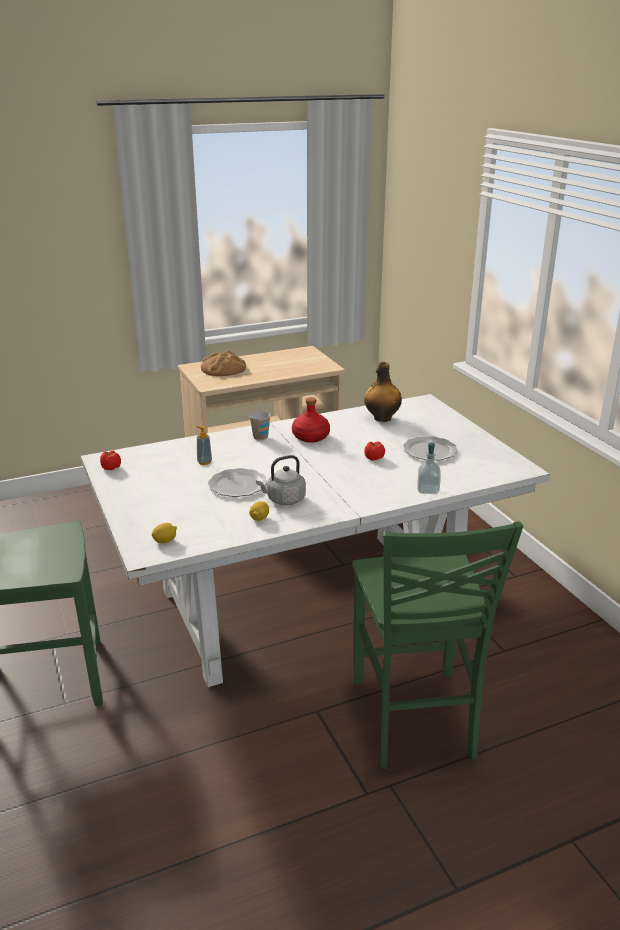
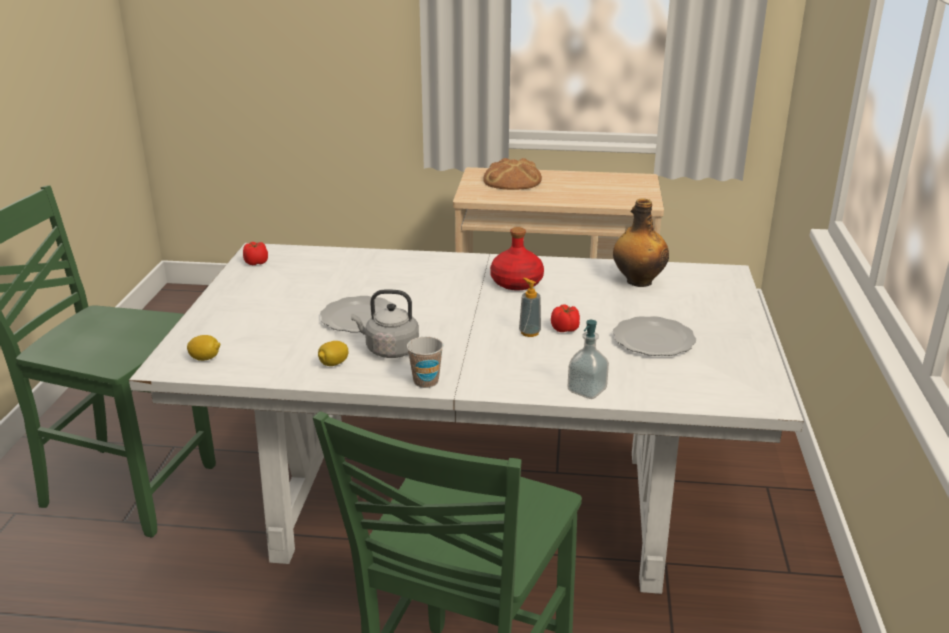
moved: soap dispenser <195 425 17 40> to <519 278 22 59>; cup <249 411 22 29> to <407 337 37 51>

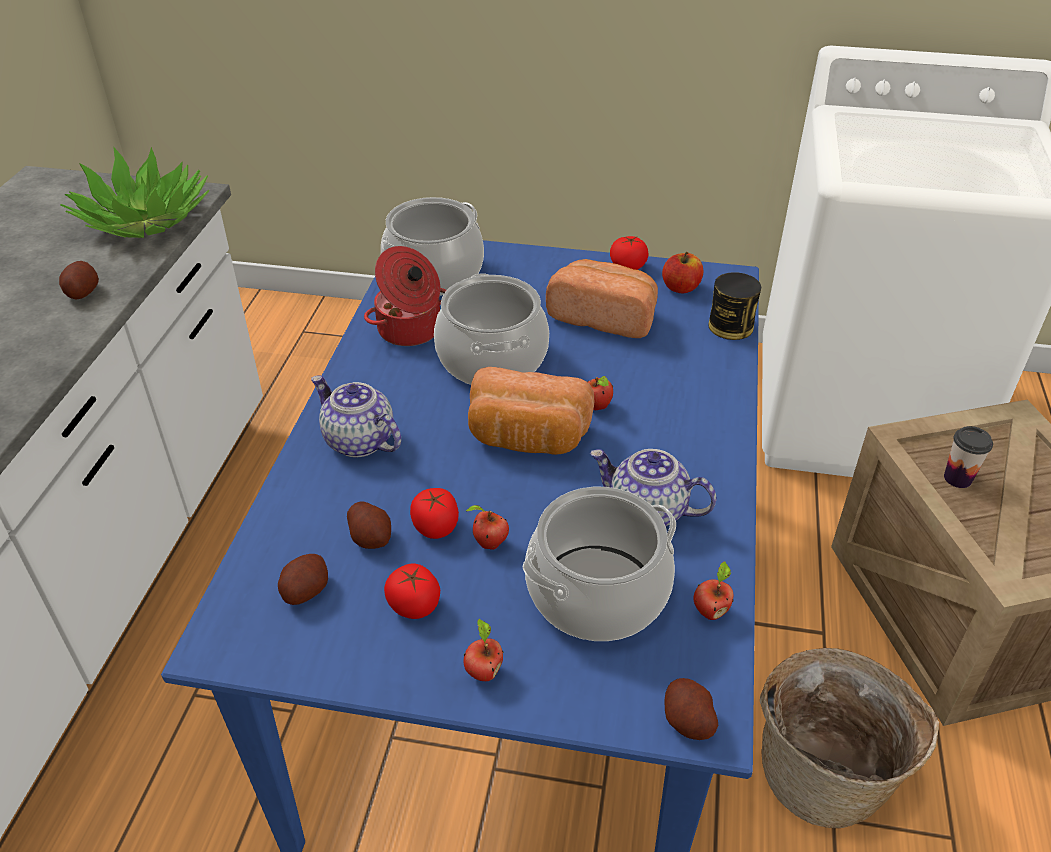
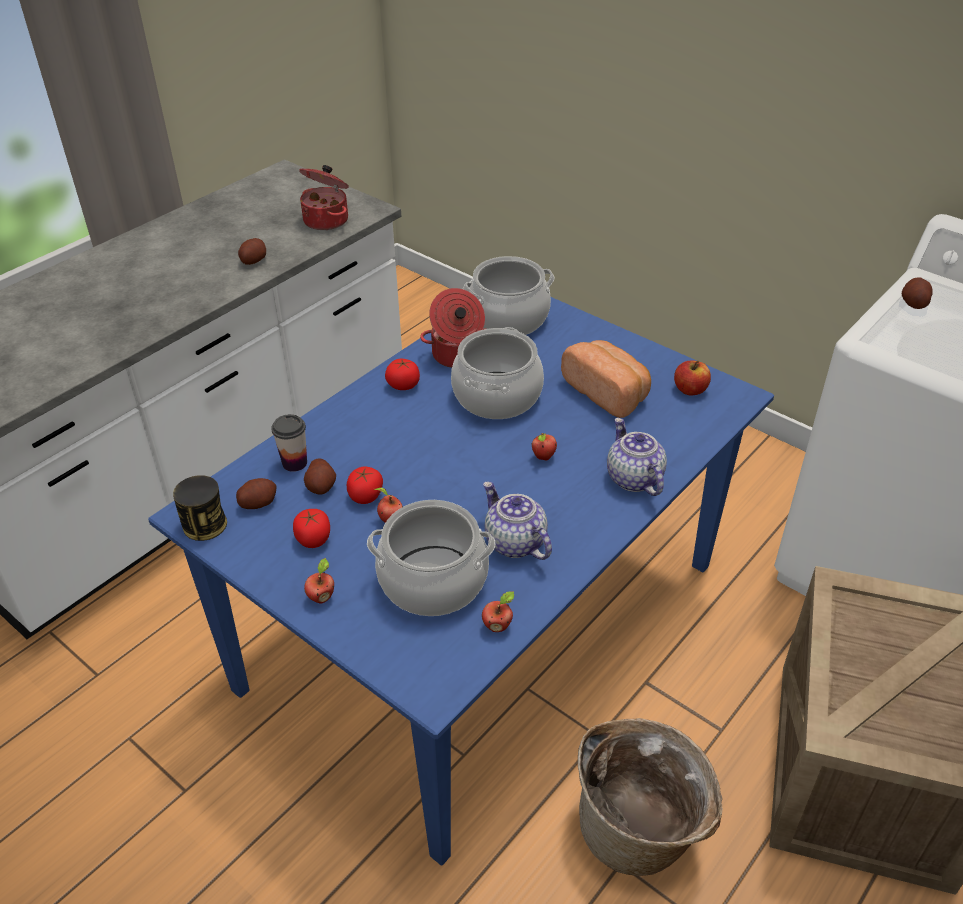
removed: bread <468 367 126 88>
moved: teapot <311 375 90 82> to <607 418 60 78>; tomato <610 236 39 34> to <385 359 35 31>; potato <664 678 54 62> to <902 277 31 32>; can <708 272 53 68> to <173 475 54 66>; cup <944 426 49 62> to <271 414 36 58>
replaced: potted plant <60 147 150 91> to cooking pot <299 165 50 65>

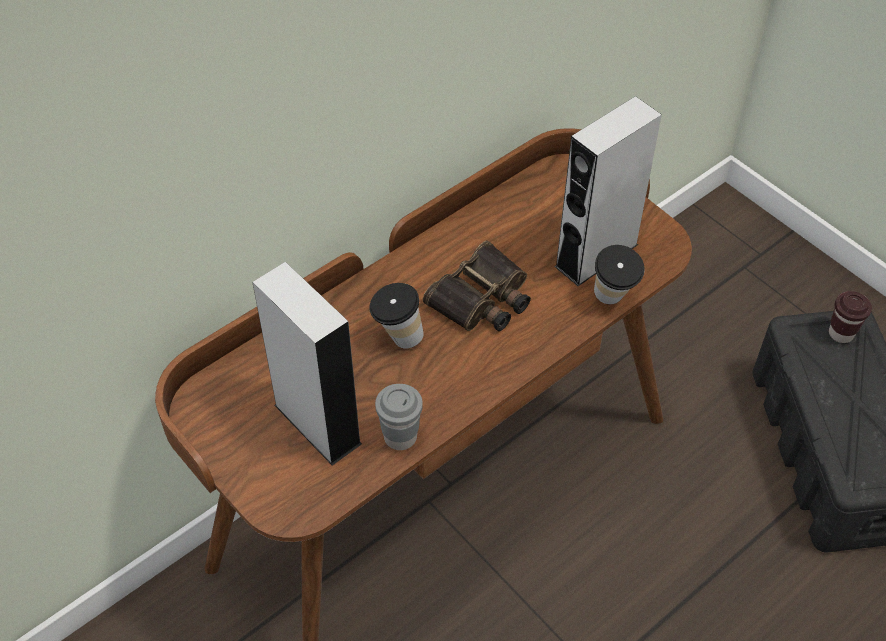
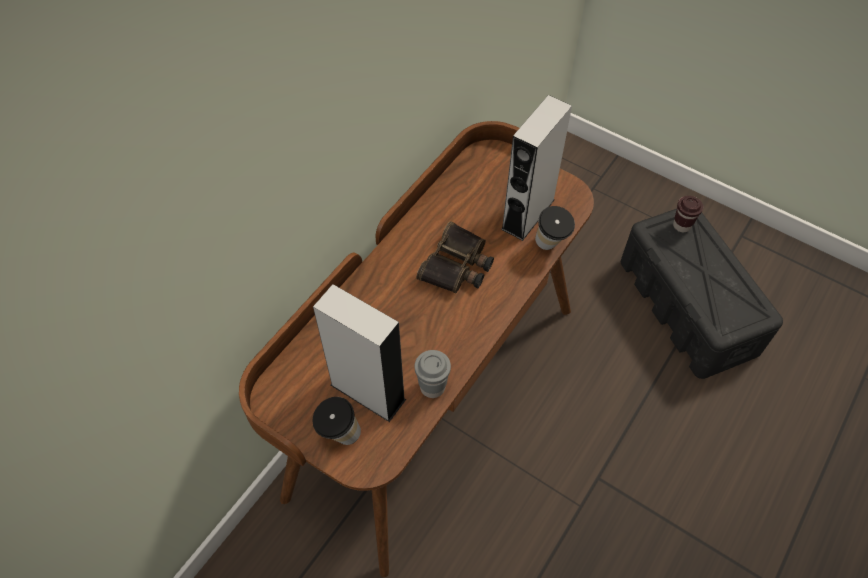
moved: cup <369 283 55 66> to <312 397 49 48>

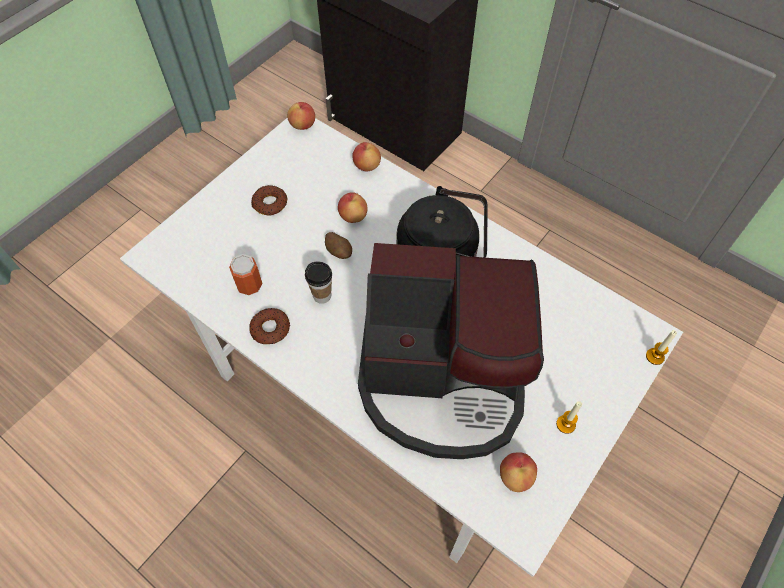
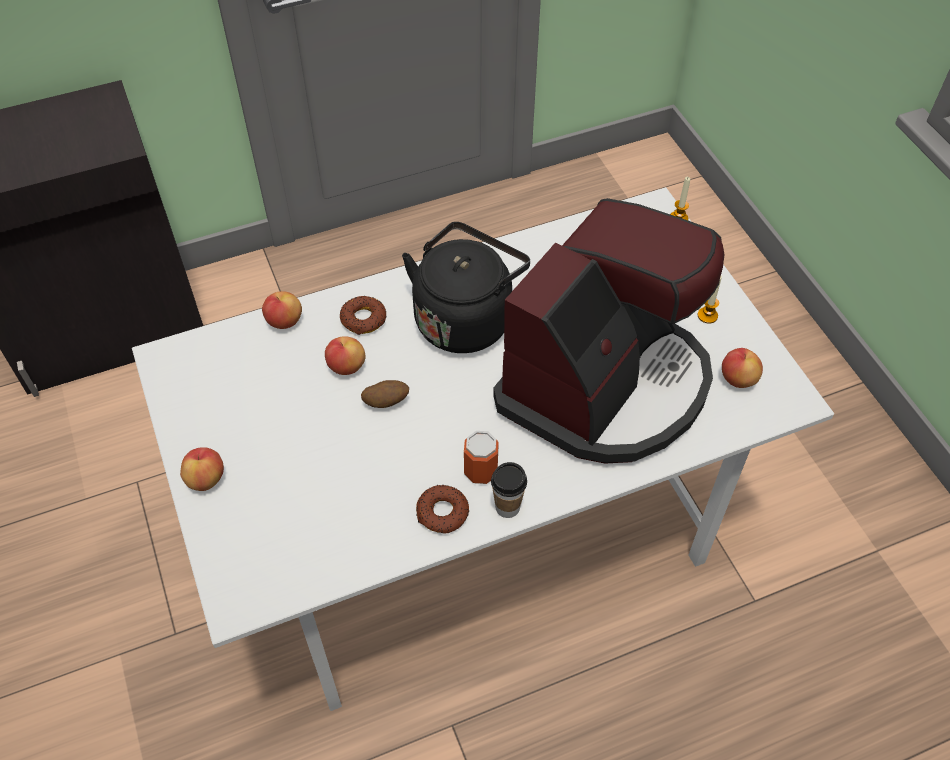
moved: can <229 254 33 41> to <464 431 35 53>; donut <251 185 36 31> to <340 296 46 39>; apple <287 102 28 28> to <180 447 44 44>; cup <305 262 27 42> to <491 462 36 56>

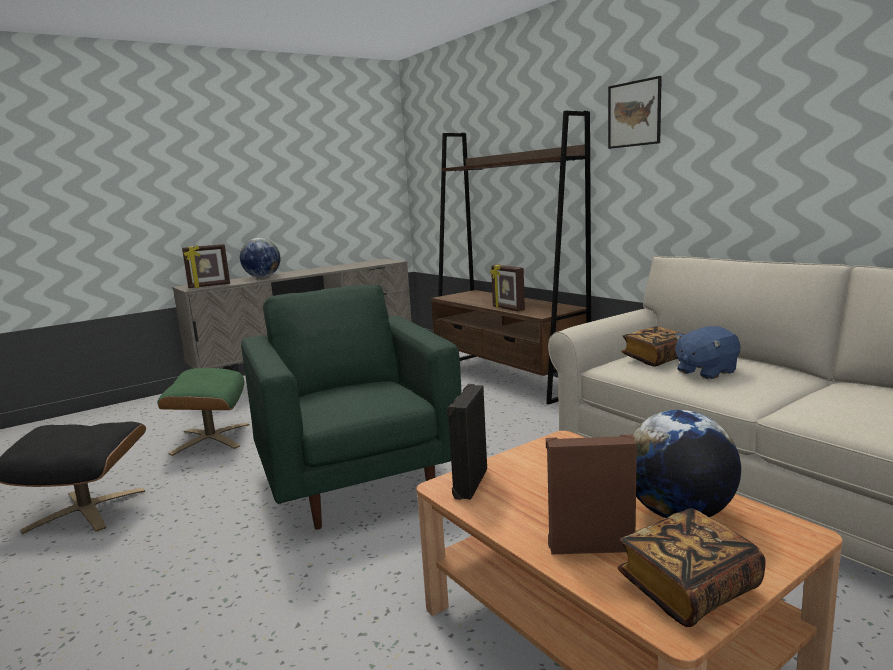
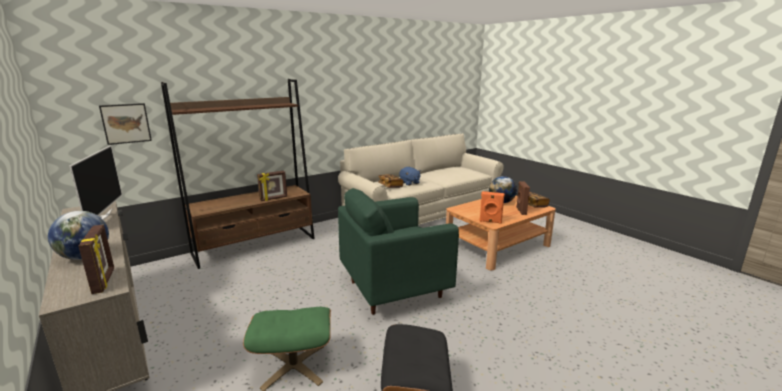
added: television <69 145 53 75>
moved: picture <608 76 54 73> to <99 103 53 42>
recoloured: black speaker <447 384 40 116> to orange speaker <479 191 26 33>

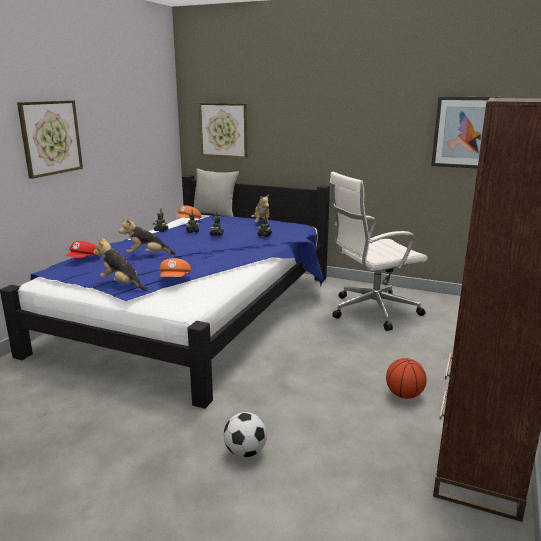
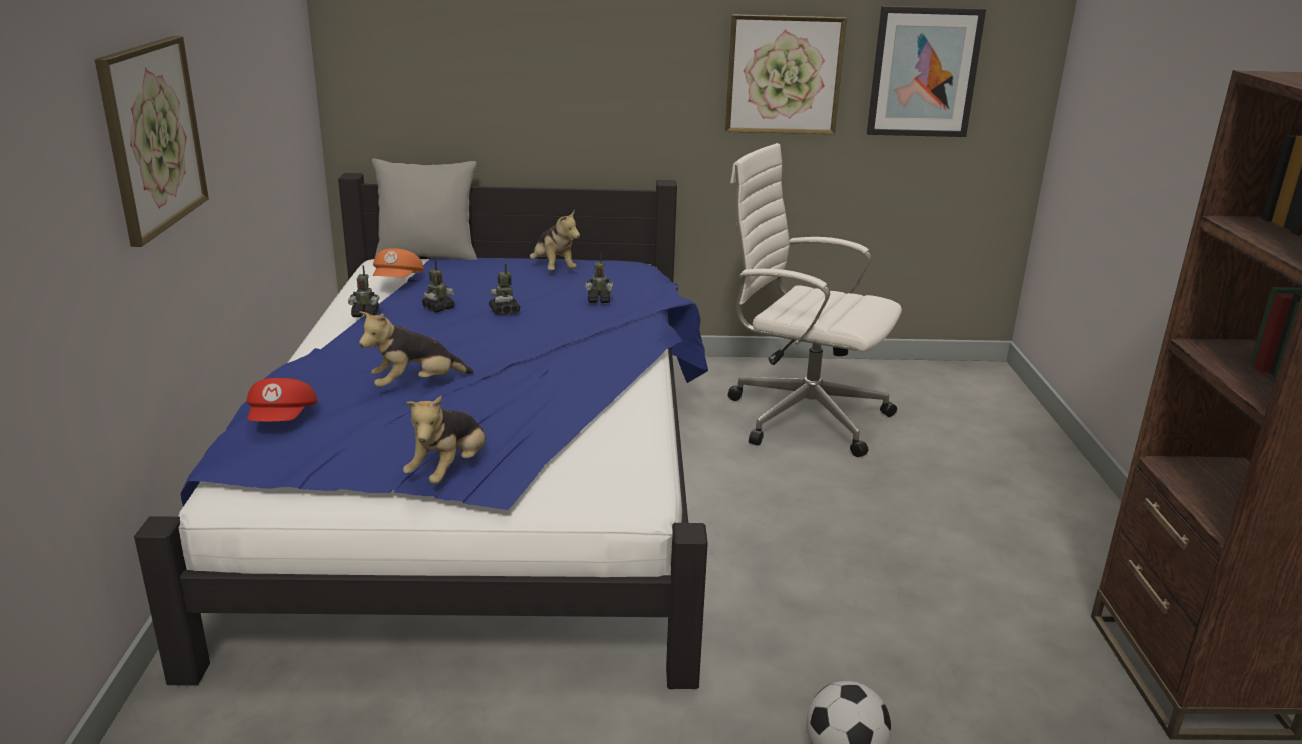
removed: orange cap <159 258 33 19>; basketball <386 358 40 41>
moved: picture <199 103 48 55> to <725 14 122 120>
turned: plush toy <93 237 55 54> = <403 396 83 88> 75 degrees counterclockwise; white office chair <330 172 97 159> = <728 143 174 314> 75 degrees clockwise

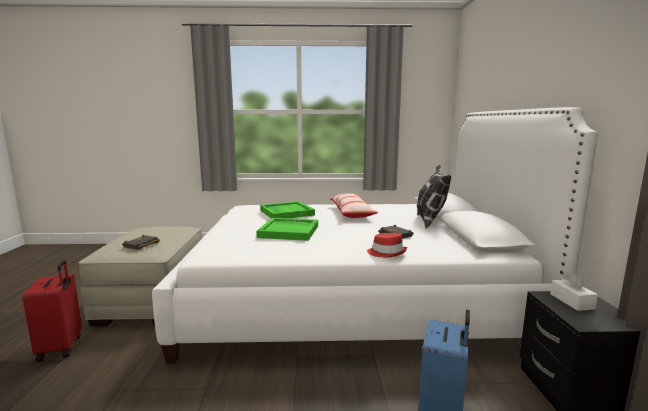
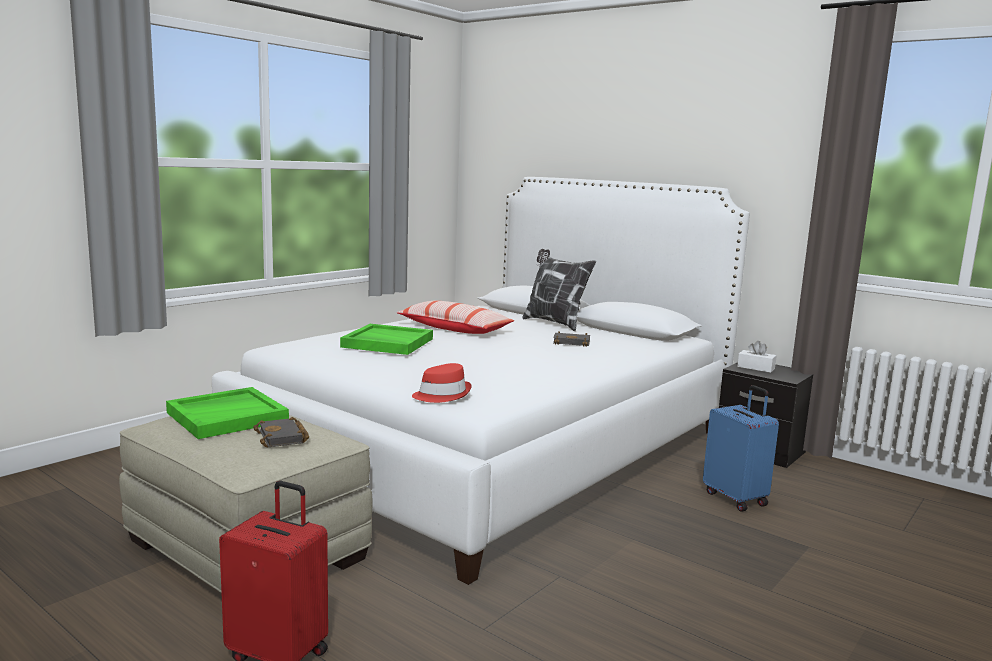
moved: green tray <257 218 61 23> to <166 387 123 52>; red hat <367 233 40 24> to <412 363 60 40>

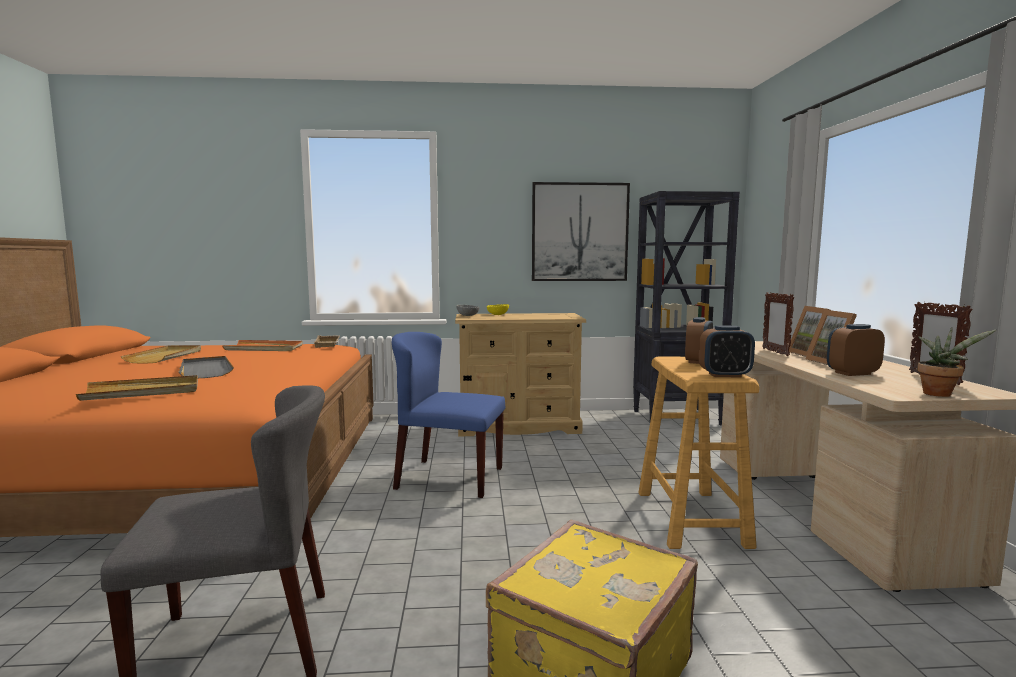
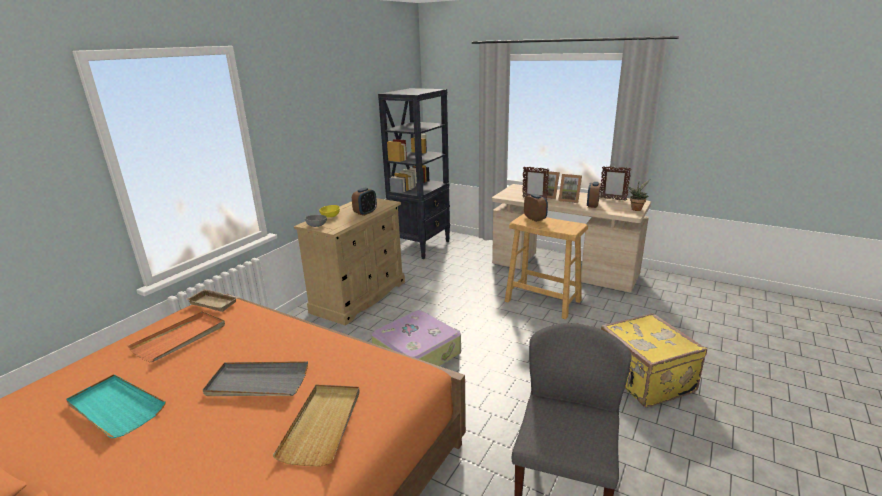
removed: picture <532 182 98 99>
moved: alarm clock <699 326 56 51> to <352 188 25 28>
replaced: blue chair <392 332 113 166> to suitcase <371 310 90 56>
recoloured: beige tray <121 345 80 19> to turquoise tray <66 374 100 64>

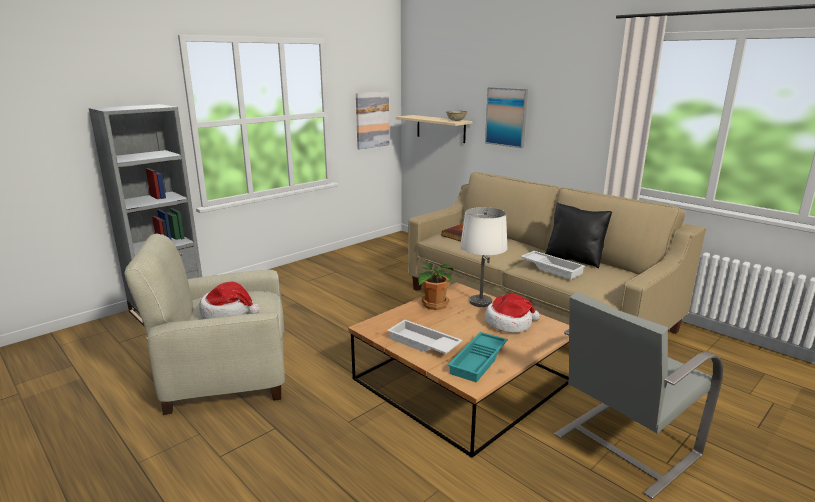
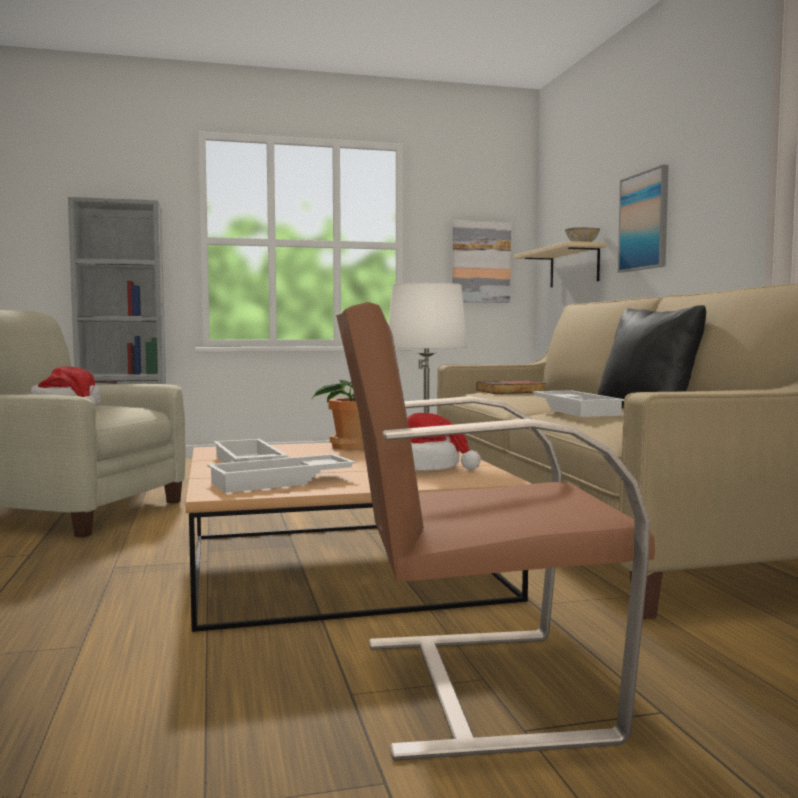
recoloured: turquoise tray <448 332 60 51> to white tray <207 454 149 39>; grey armchair <554 292 169 207> to brown armchair <336 302 319 459>

